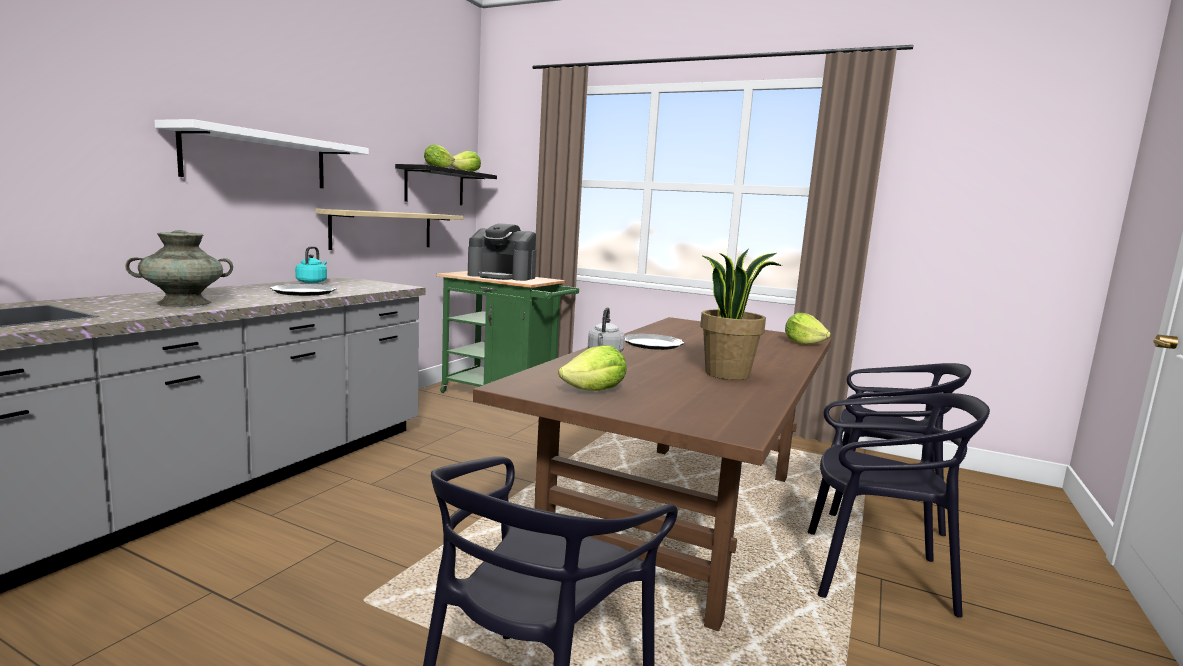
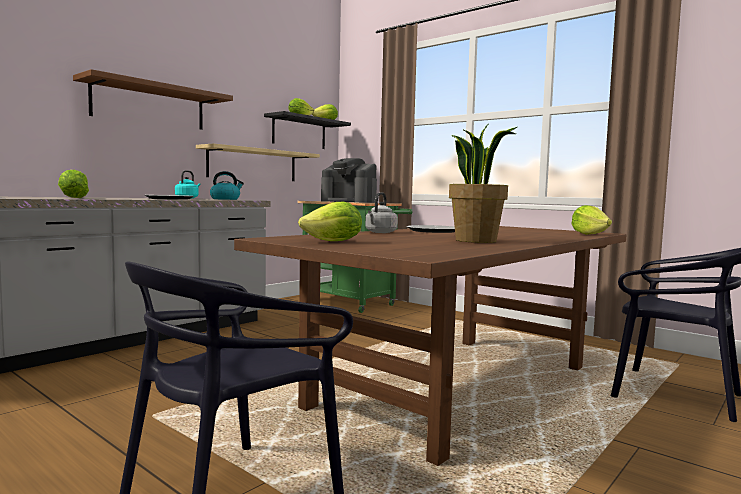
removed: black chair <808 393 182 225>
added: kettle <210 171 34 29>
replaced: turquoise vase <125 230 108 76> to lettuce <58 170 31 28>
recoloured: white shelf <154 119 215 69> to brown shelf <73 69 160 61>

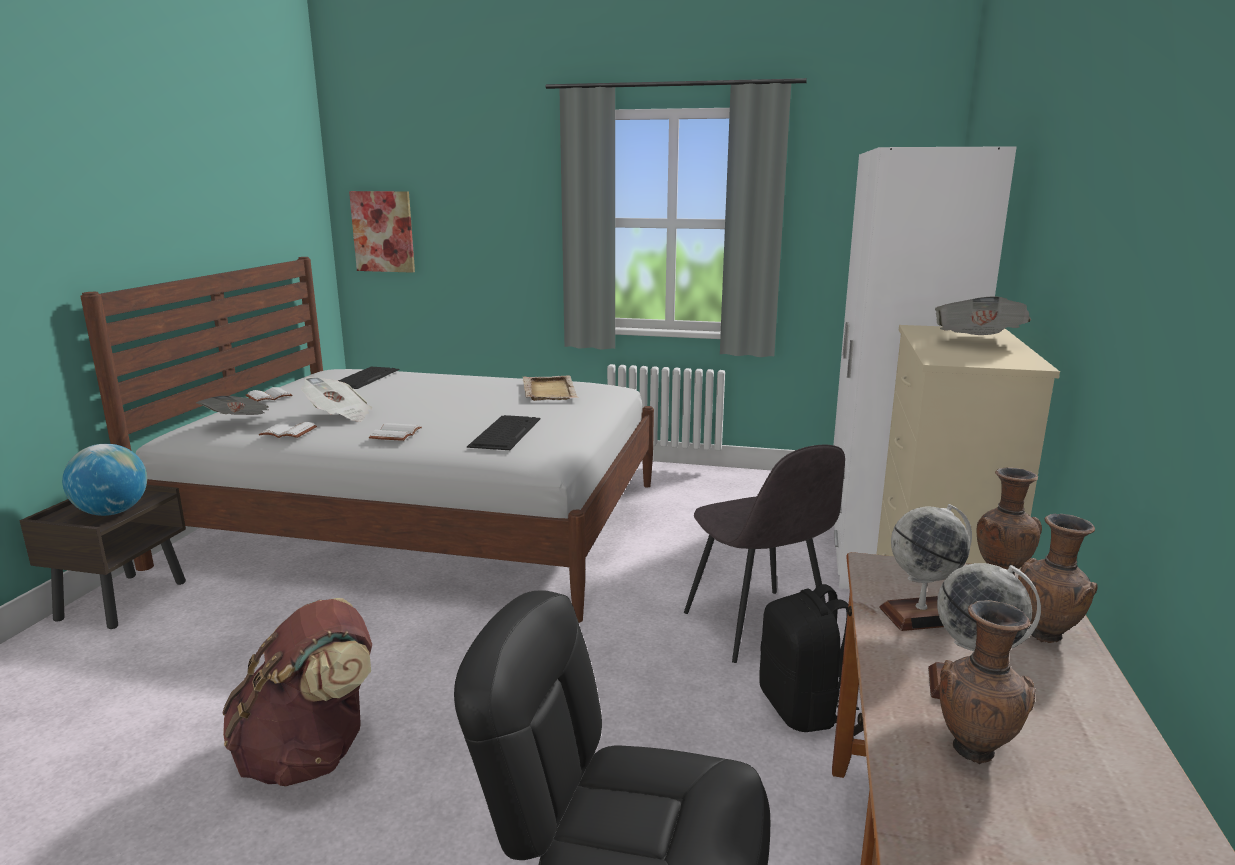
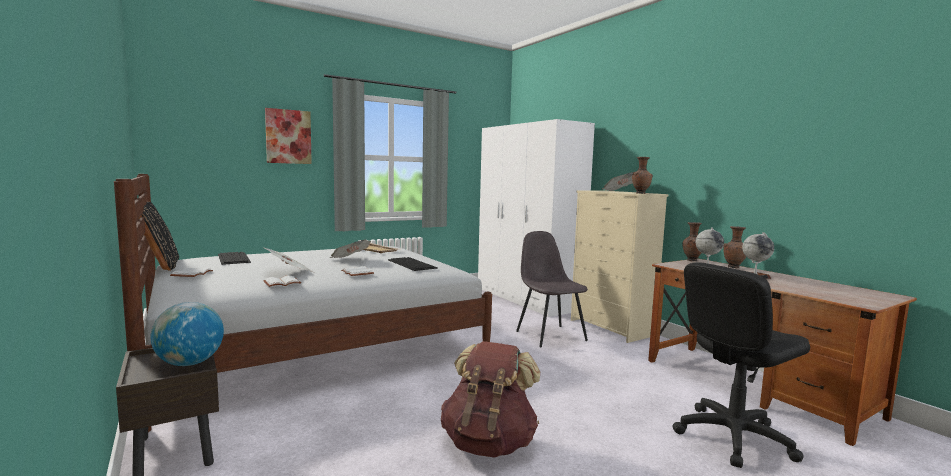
removed: black backpack <759 584 100 148>
added: black pillow <139 202 40 69>
moved: newspaper <196 396 73 19> to <330 240 41 18>; picture <349 191 66 82> to <265 108 47 56>; brown vase <939 600 97 164> to <632 157 21 37>
turned: grey chair <684 445 161 218> = <516 231 72 117> 135 degrees counterclockwise

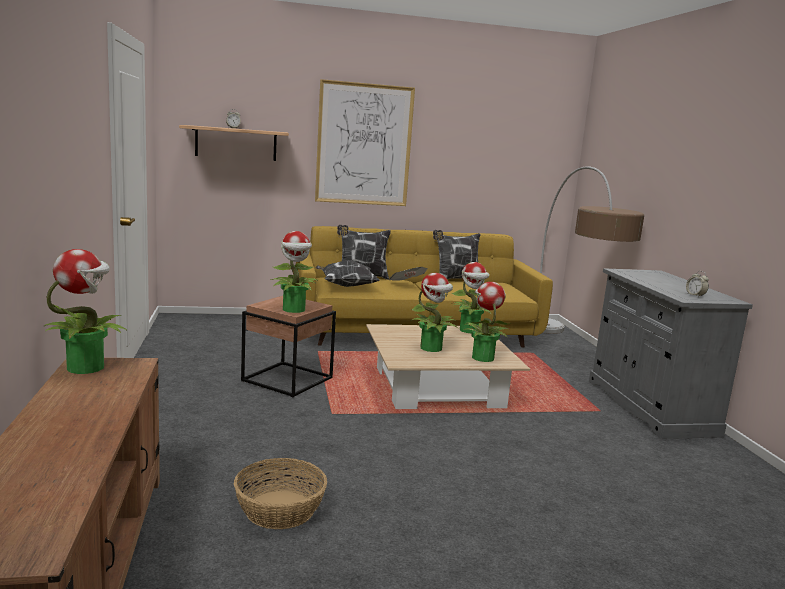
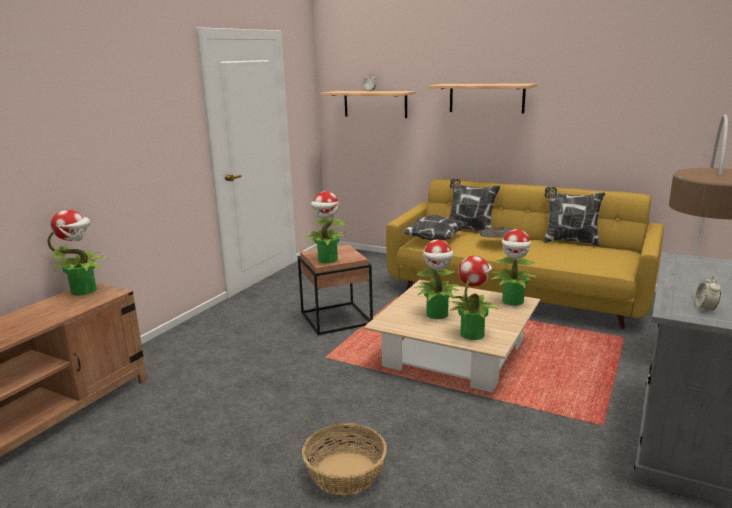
moved: basket <234 458 93 71> to <302 423 85 72>
replaced: picture <315 79 100 127> to shelf <428 84 109 30>

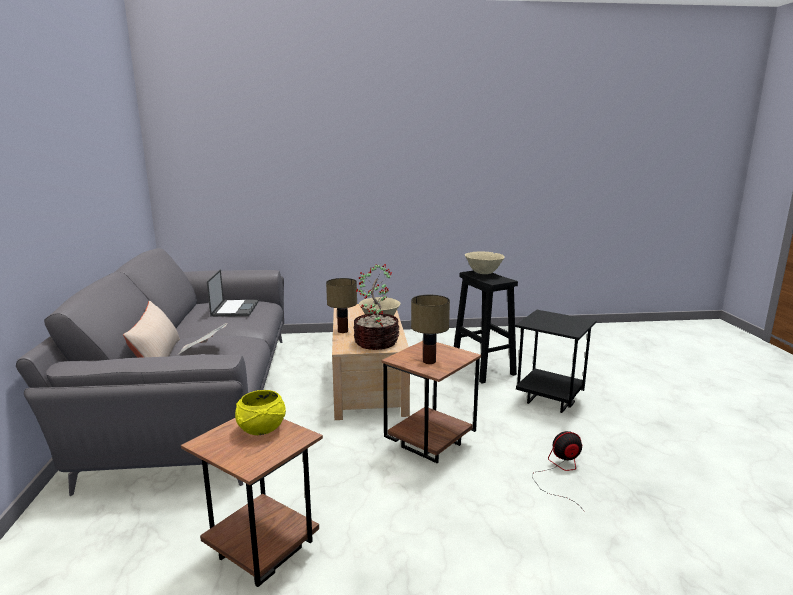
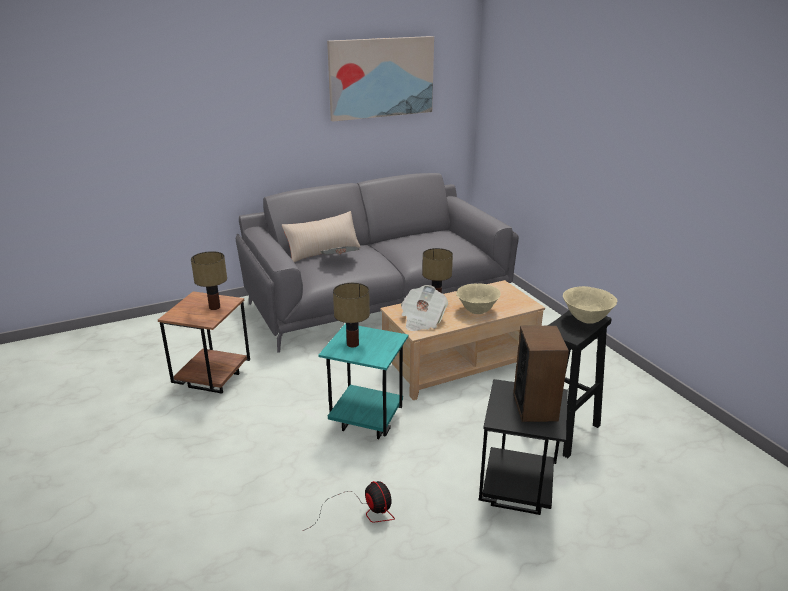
removed: laptop <207 269 52 48>
added: picture <327 36 107 86>; speaker <513 326 56 96>
replaced: yellow bowl <235 390 51 45> to table lamp <191 251 36 59>; potted plant <354 264 45 86> to newspaper <401 285 47 46>
recoloured: brown side table <382 341 99 122> to turquoise side table <318 323 90 116>

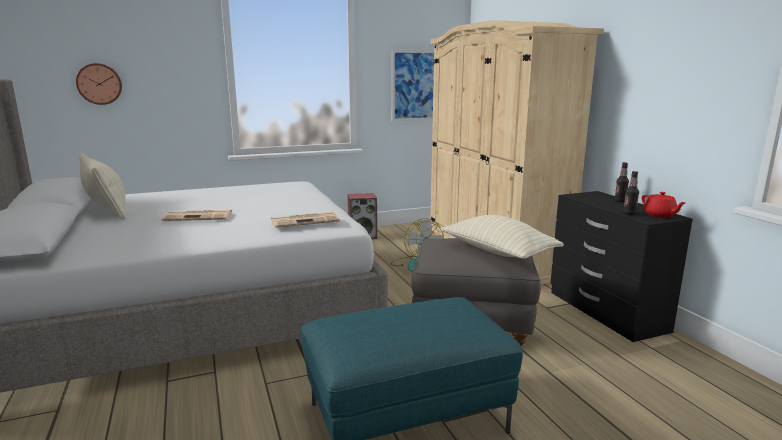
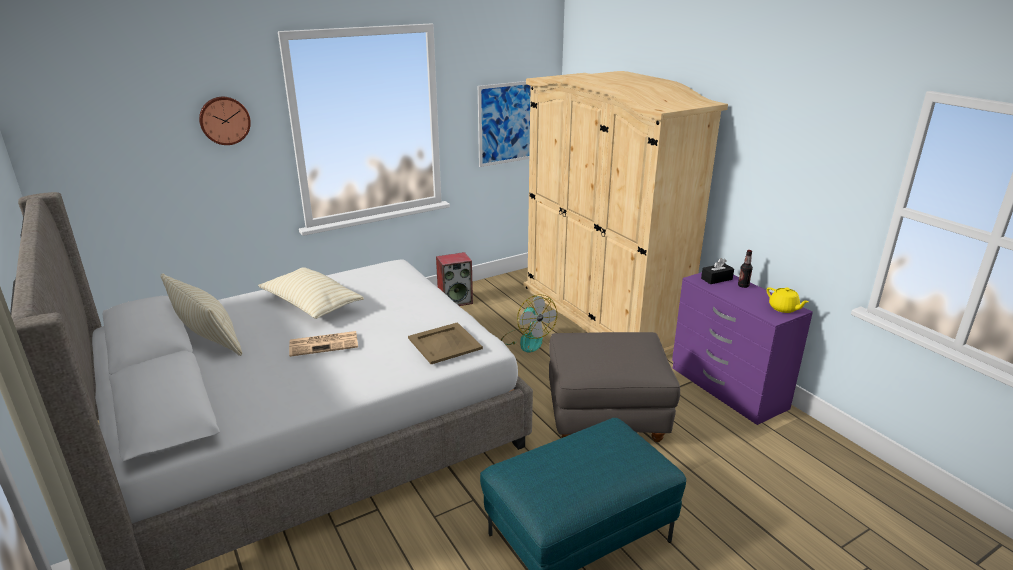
removed: bottle <623 171 16 44>
added: black tissue box <701 258 33 26>
moved: wall clock <76 63 46 42> to <199 97 52 48>; beige pillow <441 215 123 44> to <258 267 106 52>
replaced: newspaper <271 212 69 16> to beige tray <408 322 75 42>
recoloured: black dresser <550 191 143 151> to purple dresser <672 272 141 153>; red teapot <642 192 44 26> to yellow teapot <766 287 43 26>

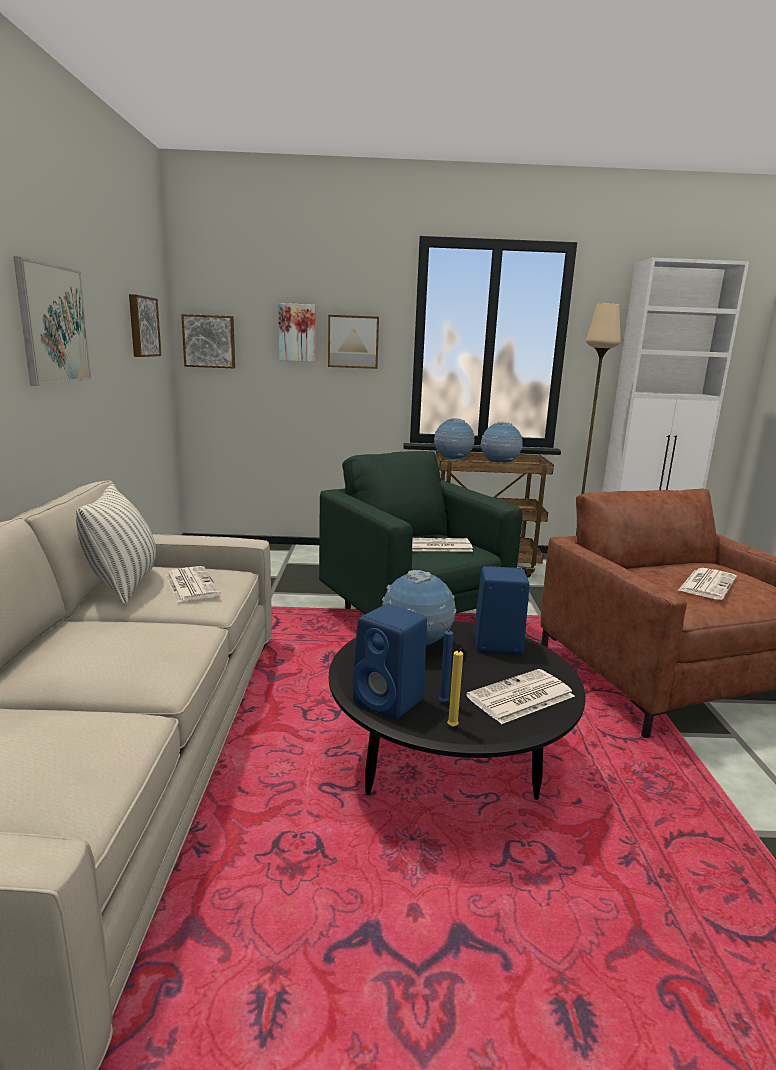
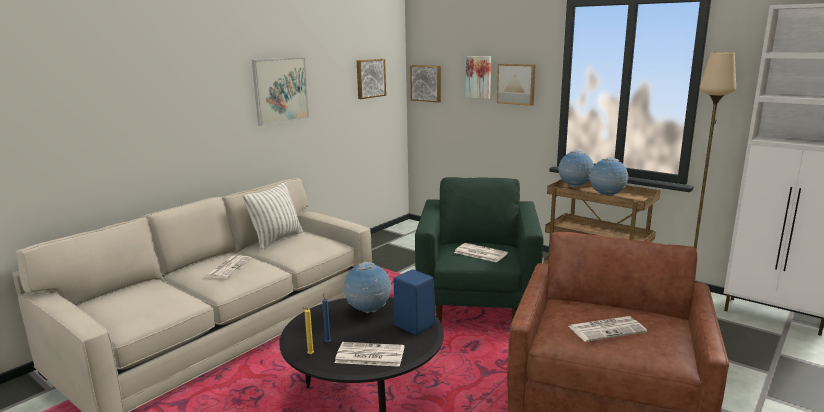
removed: blue speaker <352 604 75 116>
moved: newspaper <165 566 56 37> to <204 256 48 23>

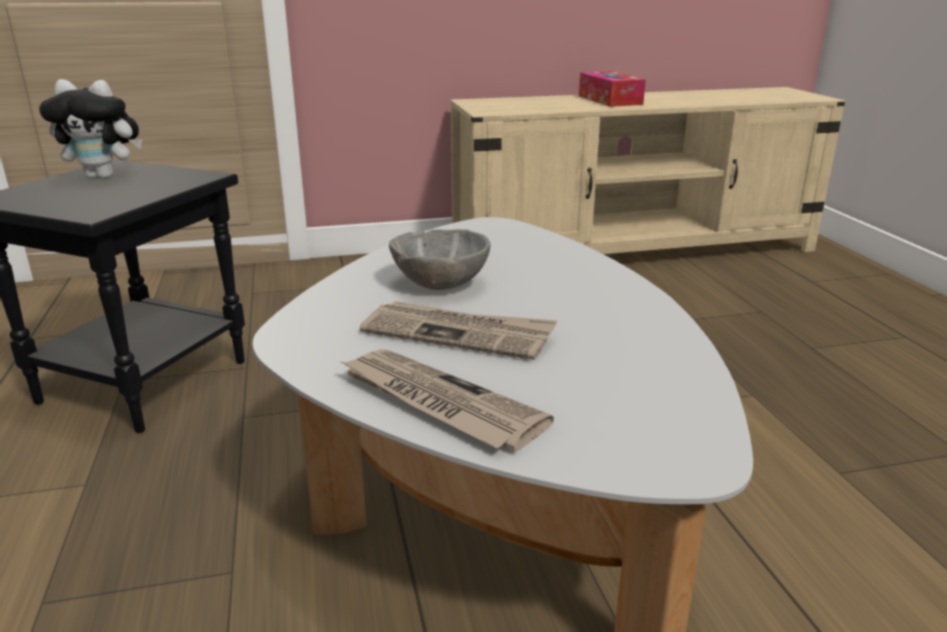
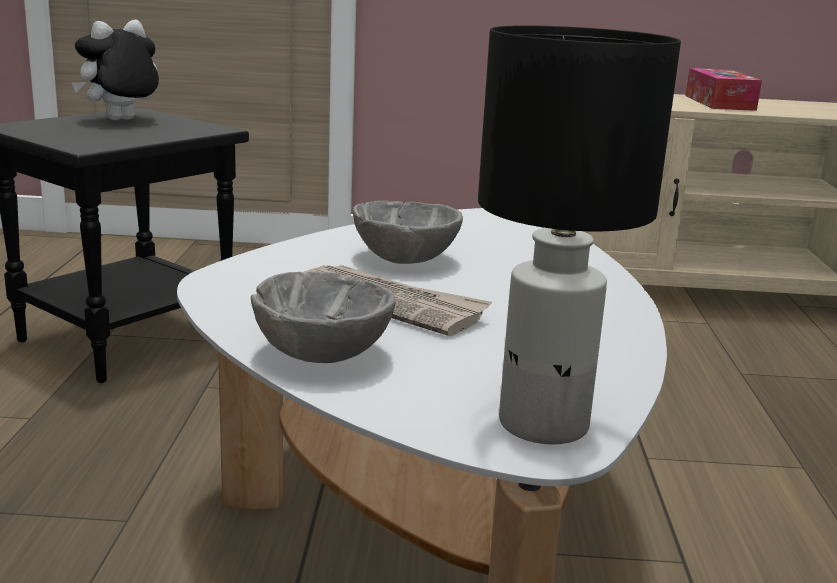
added: black table lamp <478 25 203 420>
replaced: newspaper <339 349 215 102> to grey bowl <251 272 144 91>
turned: plush toy <39 79 103 100> = <72 20 87 100> 120 degrees clockwise

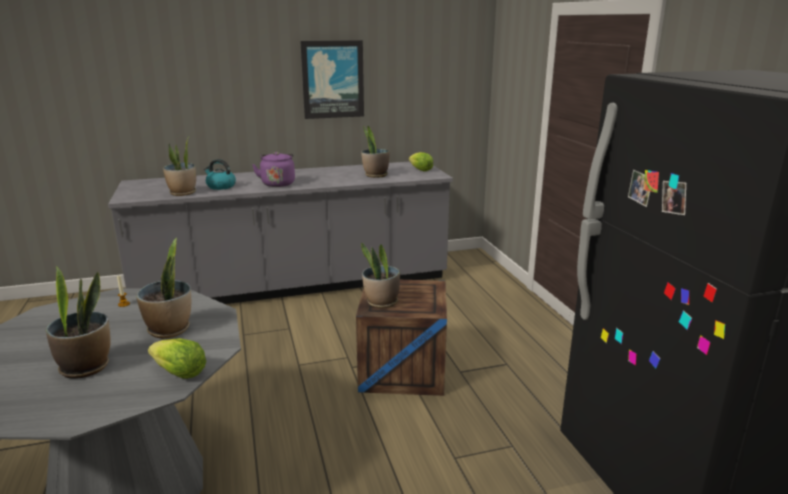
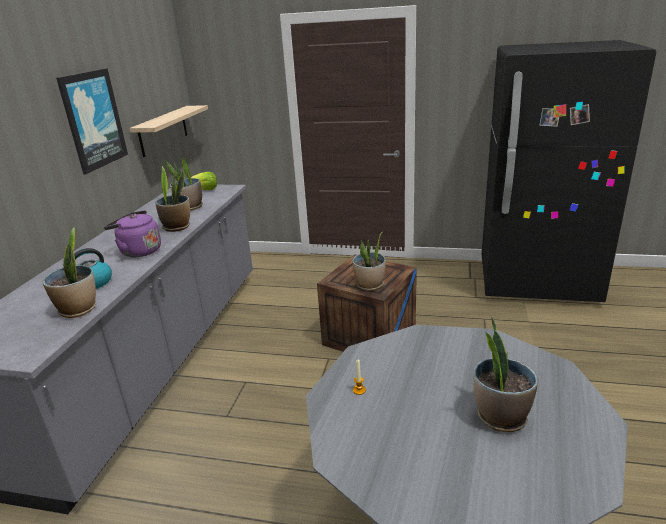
removed: lettuce <148 338 58 41>
added: shelf <130 105 78 52>
moved: potted plant <136 238 55 100> to <155 166 35 66>

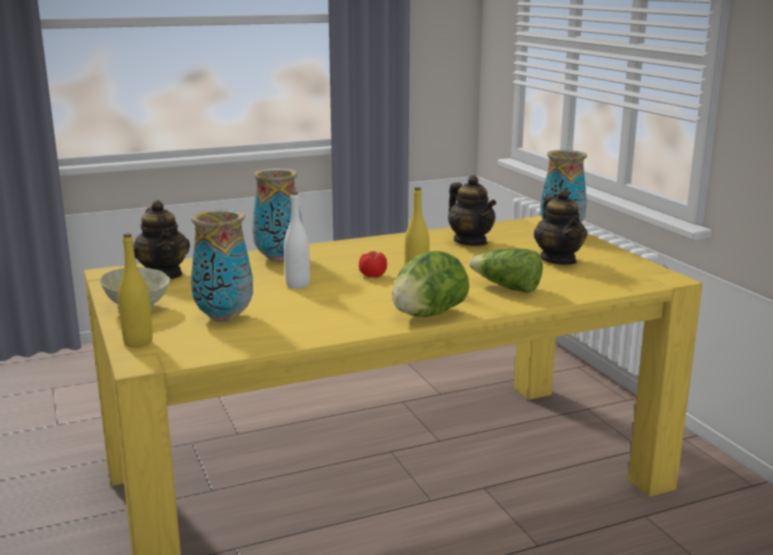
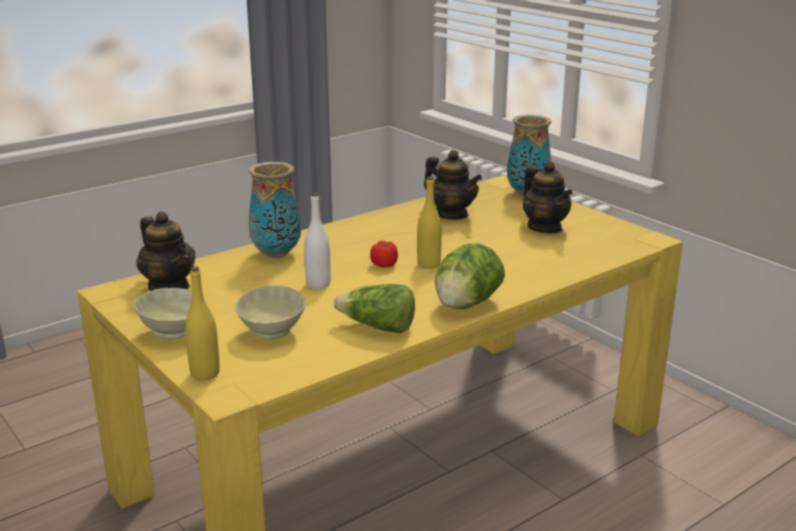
moved: lettuce <469 249 73 44> to <334 284 81 49>
replaced: vase <191 209 62 113> to beige bowl <235 285 70 54>

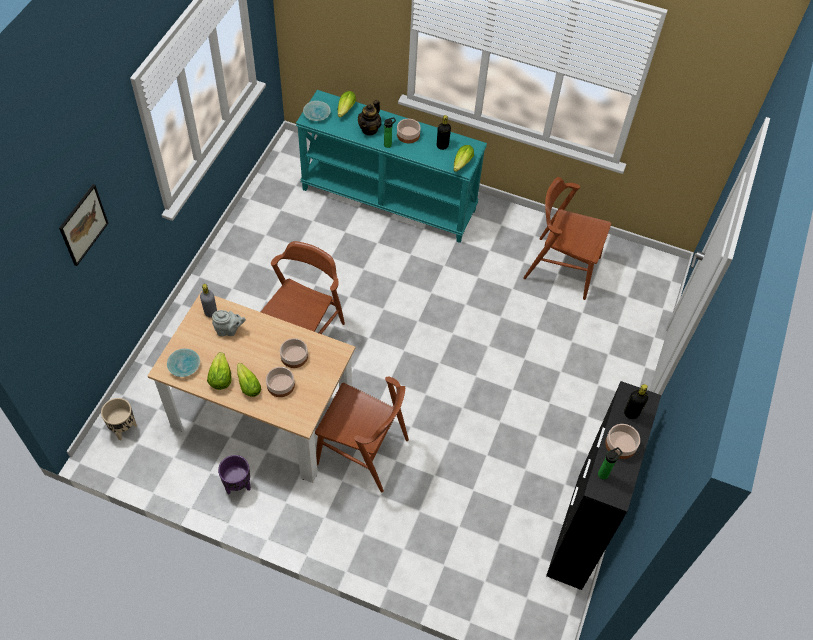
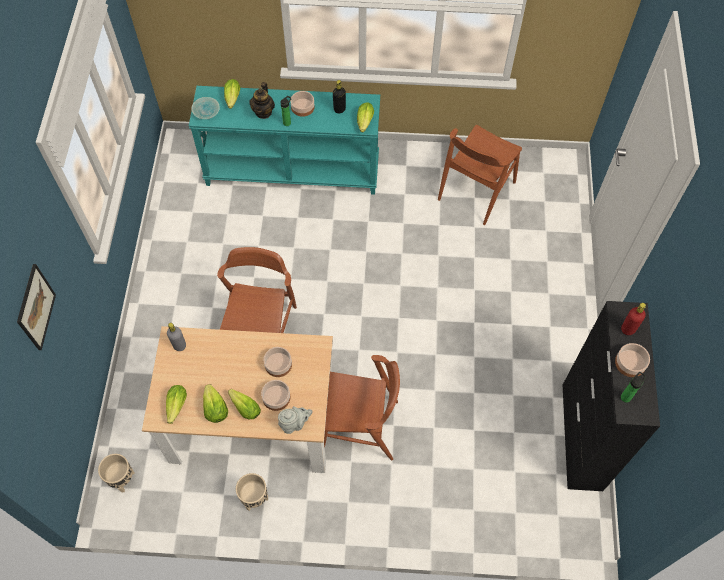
moved: grey teapot <212 310 34 26> to <278 406 34 28>
replaced: turquoise bowl <167 348 33 29> to lettuce <166 385 21 39>
recoloured: purple planter <218 455 33 40> to beige planter <236 473 32 38>; black bottle <624 384 24 35> to red bottle <621 303 25 32>
turned: brown chair <523 177 88 123> = <438 125 84 100> 60 degrees counterclockwise

